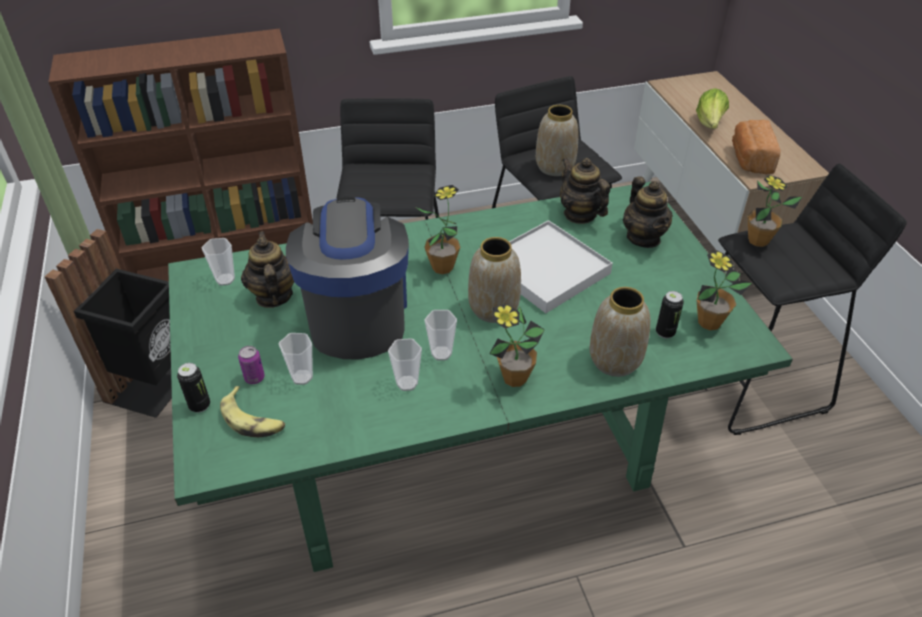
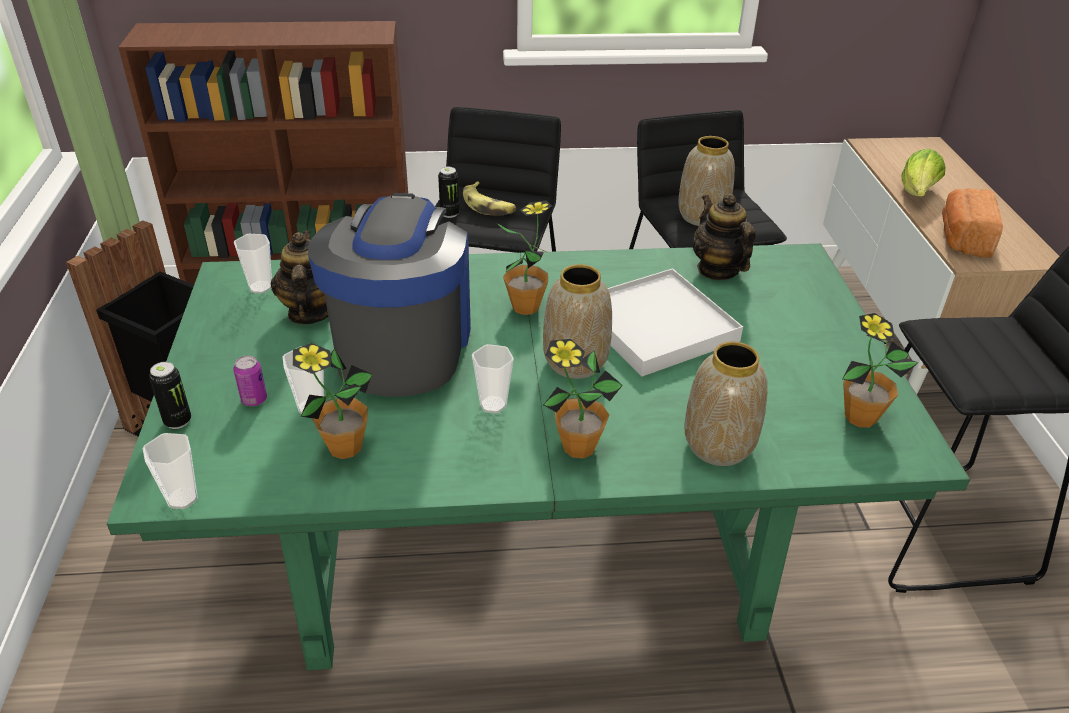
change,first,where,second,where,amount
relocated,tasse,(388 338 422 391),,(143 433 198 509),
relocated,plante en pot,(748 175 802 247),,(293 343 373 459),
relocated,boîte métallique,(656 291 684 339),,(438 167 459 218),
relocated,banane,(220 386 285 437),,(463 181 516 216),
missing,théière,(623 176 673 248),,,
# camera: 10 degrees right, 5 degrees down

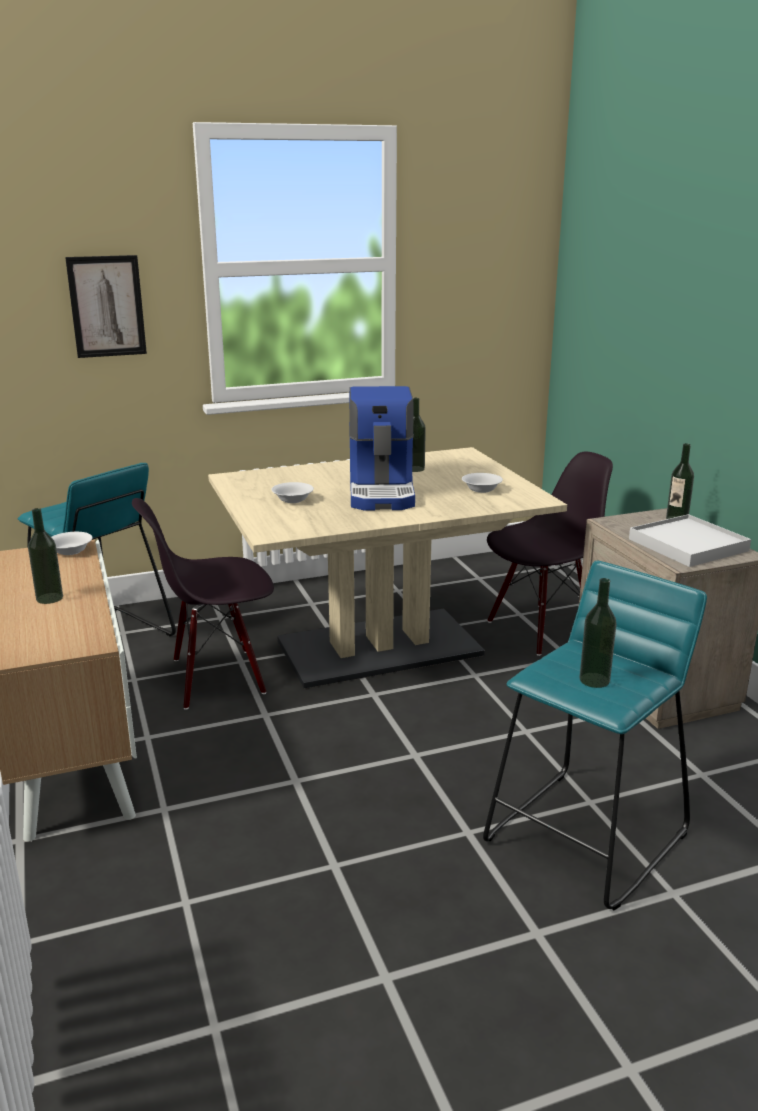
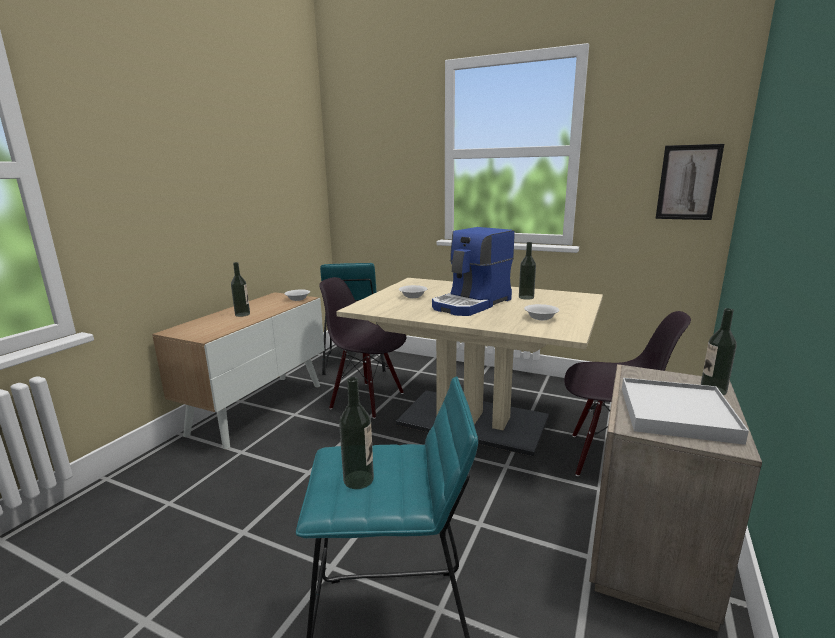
change,first,where,second,where,amount
relocated,tableau,(65 255 147 358),,(655 144 724 220),
# camera: 45 degrees right, 5 degrees down

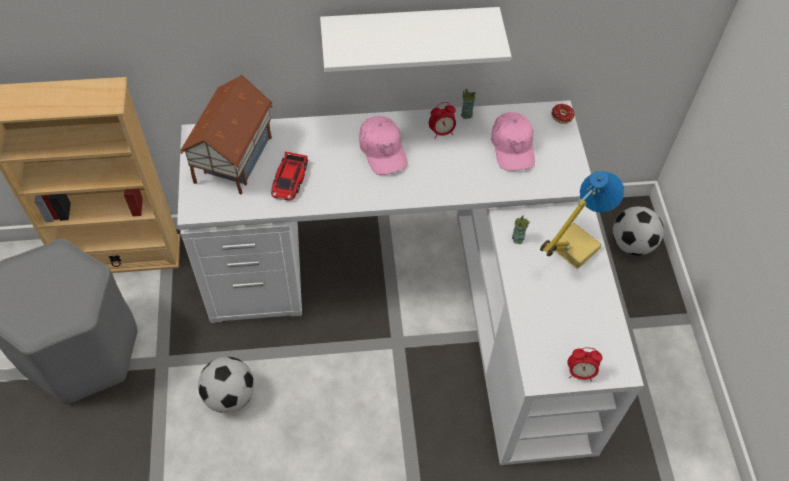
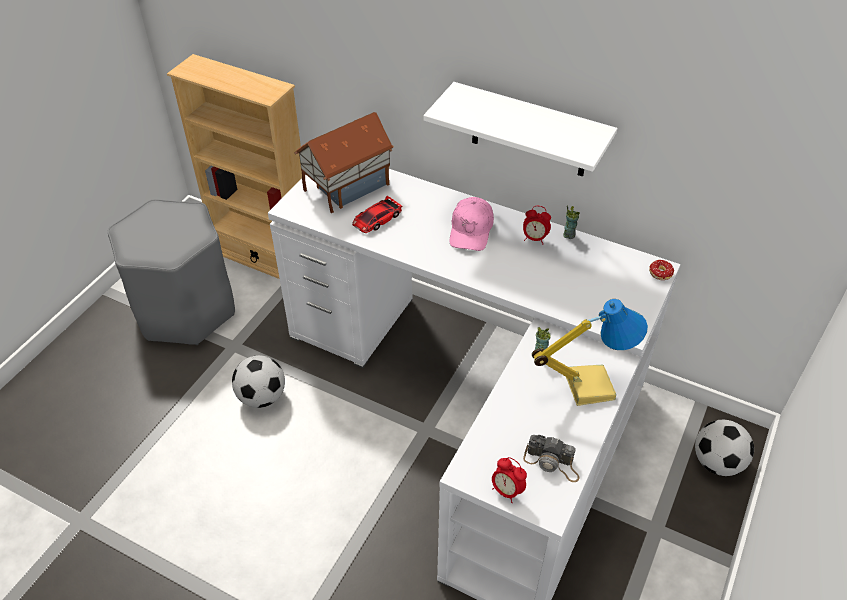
change,first,where,second,where,amount
appeared,,,appareil photo,(523 435 579 482),
missing,casquette [rose],(491 112 535 171),,,
# camera: 35 degrees right, 10 degrees down

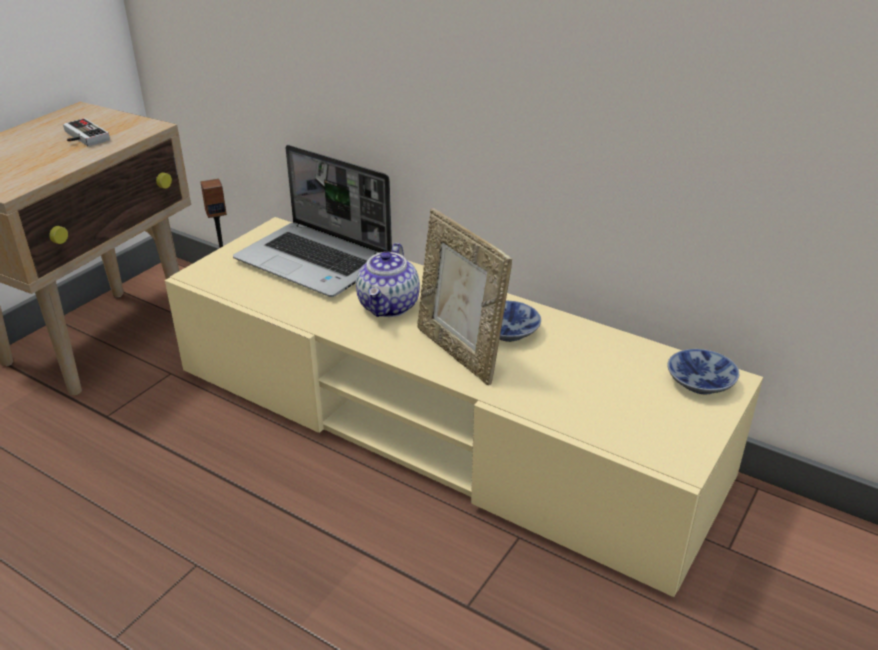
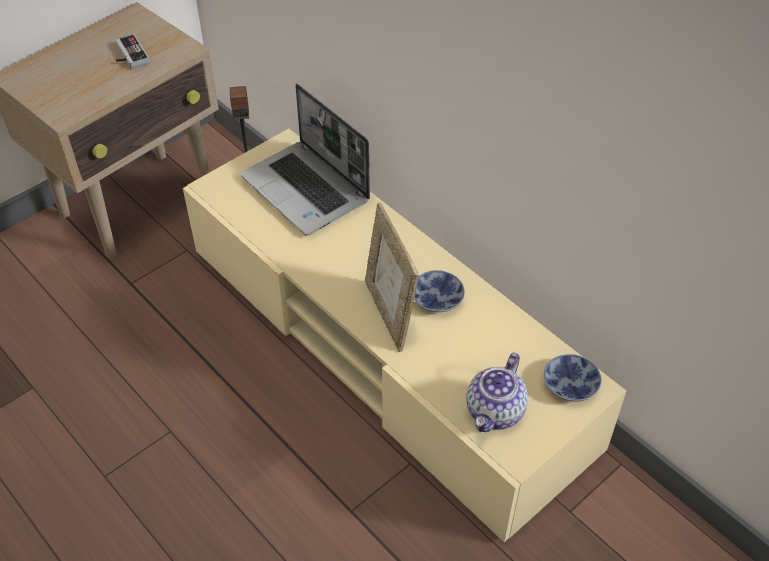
change,first,where,second,where,amount
relocated,théière,(356 243 420 317),,(466 353 528 432),
# camera: 15 degrees right, 15 degrees up

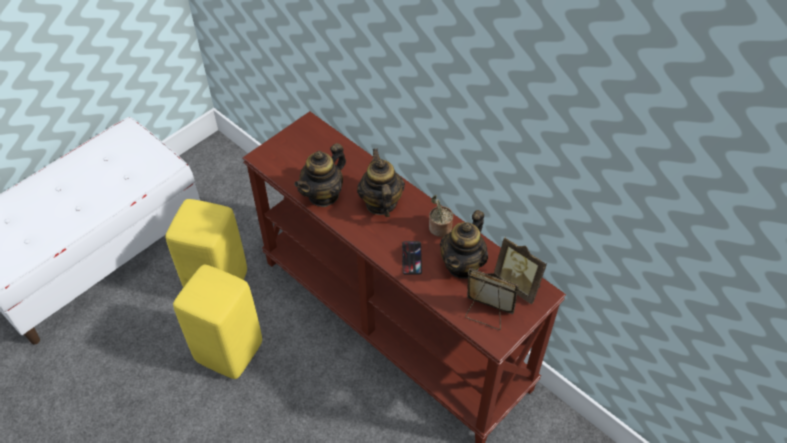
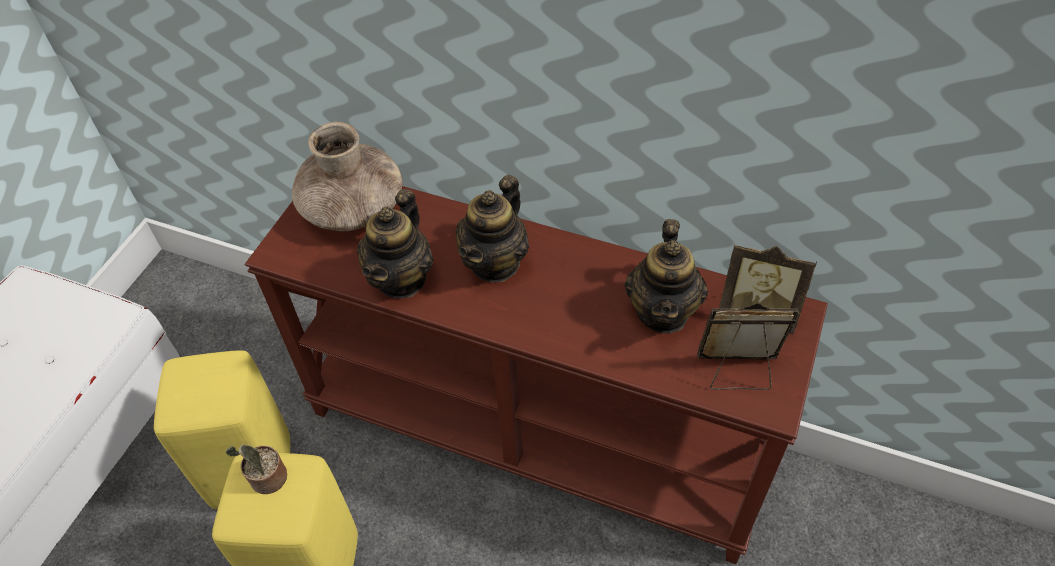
change,first,where,second,where,amount
relocated,plante en pot,(429 195 453 237),,(226 445 287 494),
appeared,,,vase [marron],(292 122 403 231),
spun,théière,(357 149 405 217),,(456 175 529 283),120 degrees counterclockwise
missing,téléphone,(402 241 422 274),,,
# camera: 20 degrees left, 0 degrees up

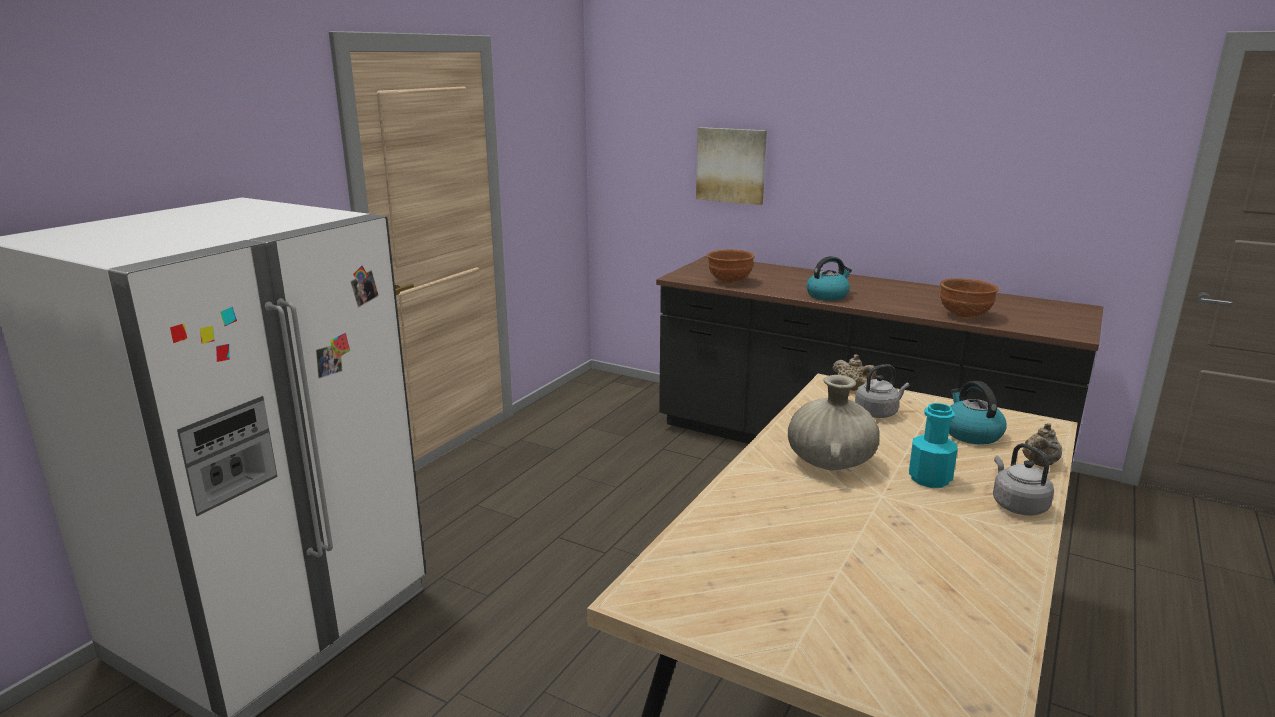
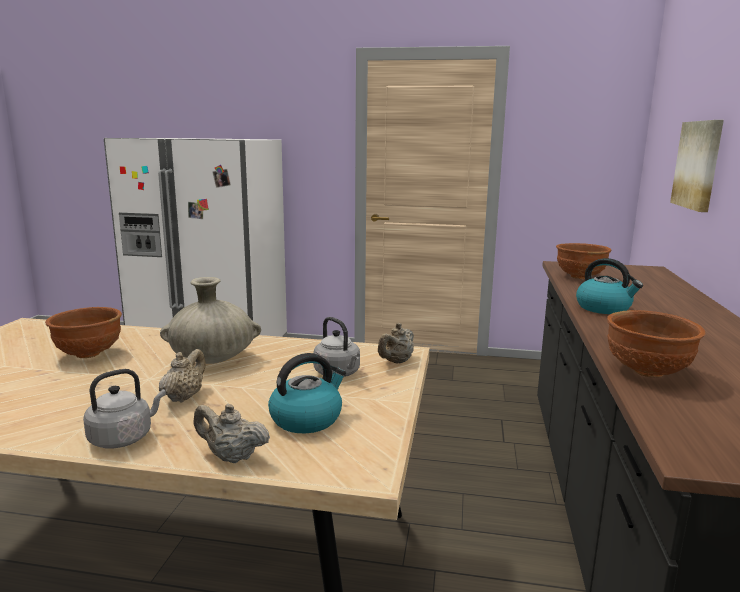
change,first,where,second,where,amount
appeared,,,bol [marron],(45 307 122 358),
exchanged,bouteille [turquoise],(909 403 957 488),théière [beige],(159 349 206 403),
# camera: 70 degrees right, 5 degrees down

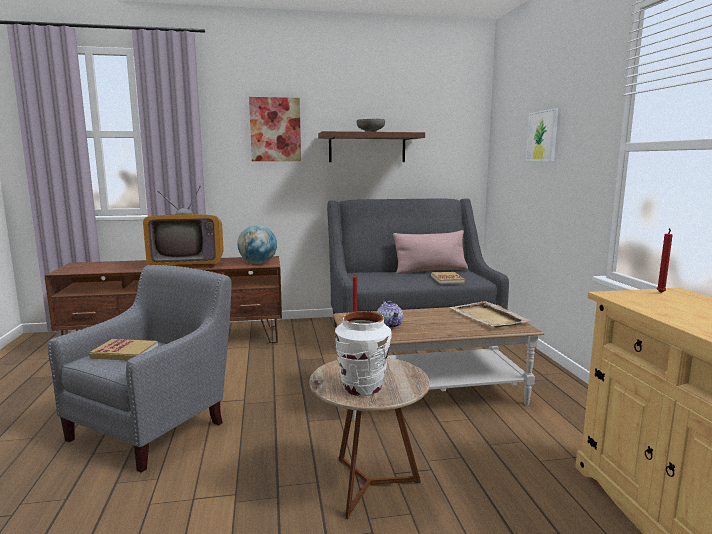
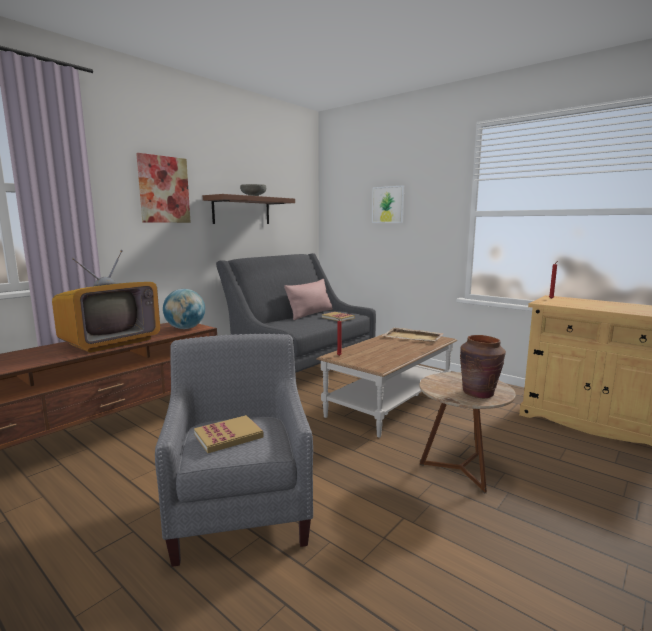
change,first,where,second,where,amount
colour,vase [blanc],(335 311 391 396),vase [marron],(460 335 506 398),
missing,théière,(377 300 403 328),,,
# camera: 40 degrees left, 0 degrees up

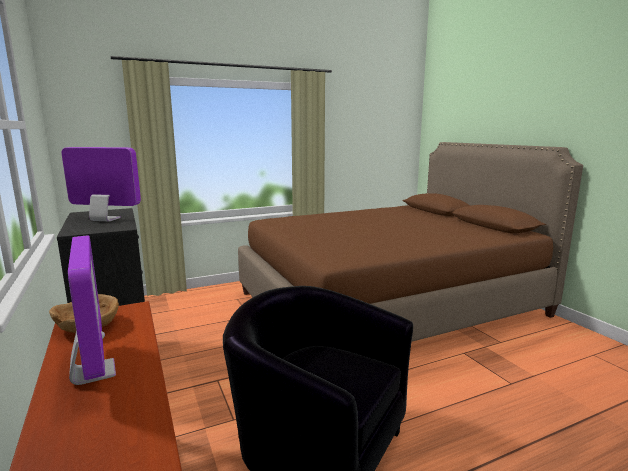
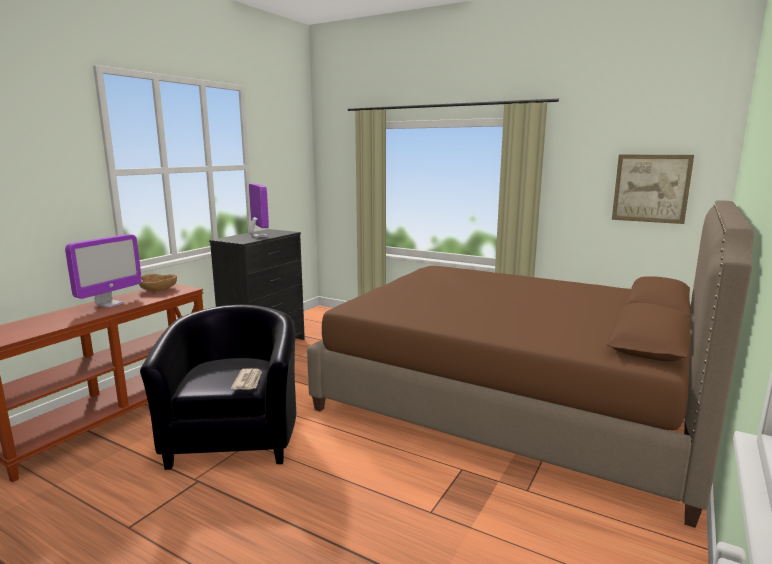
change,first,where,second,where,amount
appeared,,,journal,(231 369 262 389),
appeared,,,tableau,(612 155 694 224),
# camera: 55 degrees right, 0 degrees up

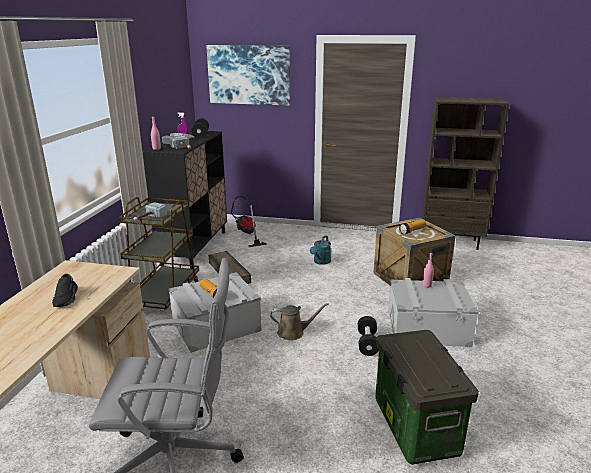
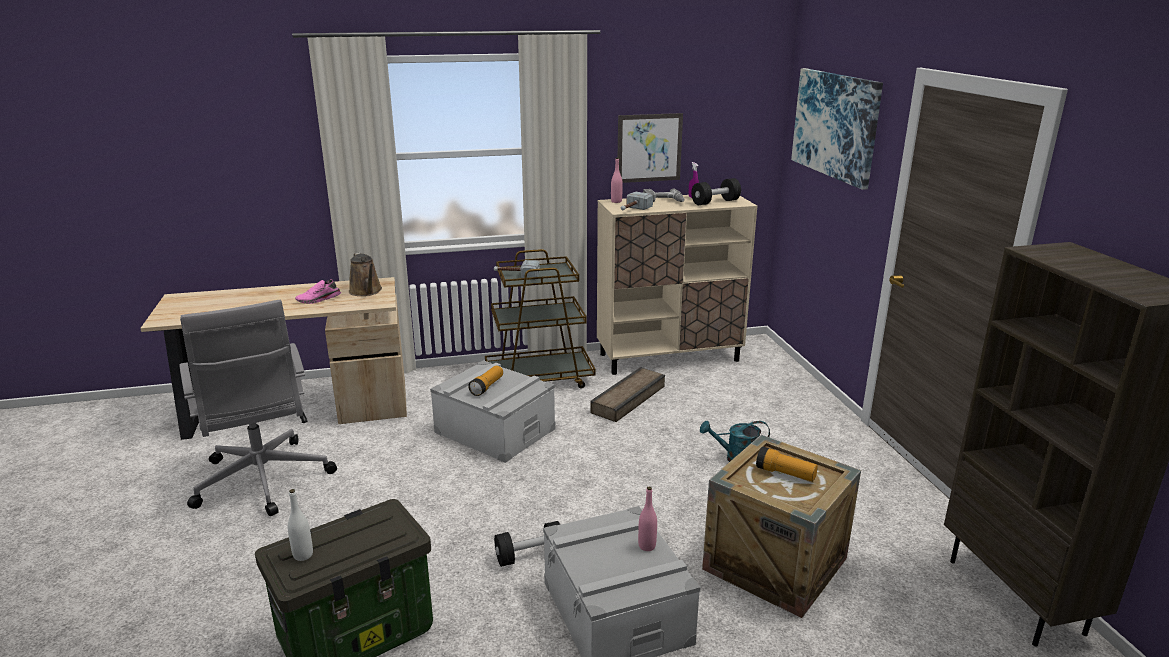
change,first,where,second,where,amount
appeared,,,bouteille [blanc],(288 489 313 561),
colour,chaussure [noir],(52 274 78 307),chaussure [rose],(295 279 341 304),
relocated,arrosoir [marron],(270 303 329 340),,(349 252 382 296),
colour,meuble de rangement [noir],(143 130 227 269),meuble de rangement [beige],(597 194 758 375),
appeared,,,tableau,(618 113 683 183),
missing,aspirateur,(231 196 267 247),,,
# camera: 65 degrees right, 0 degrees up

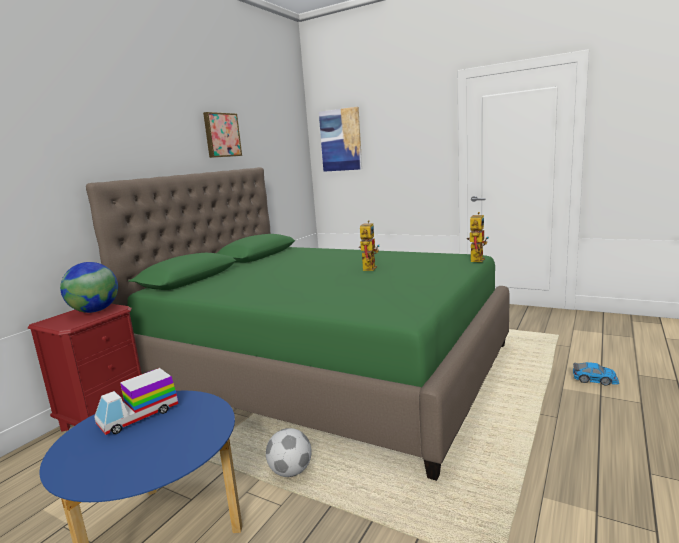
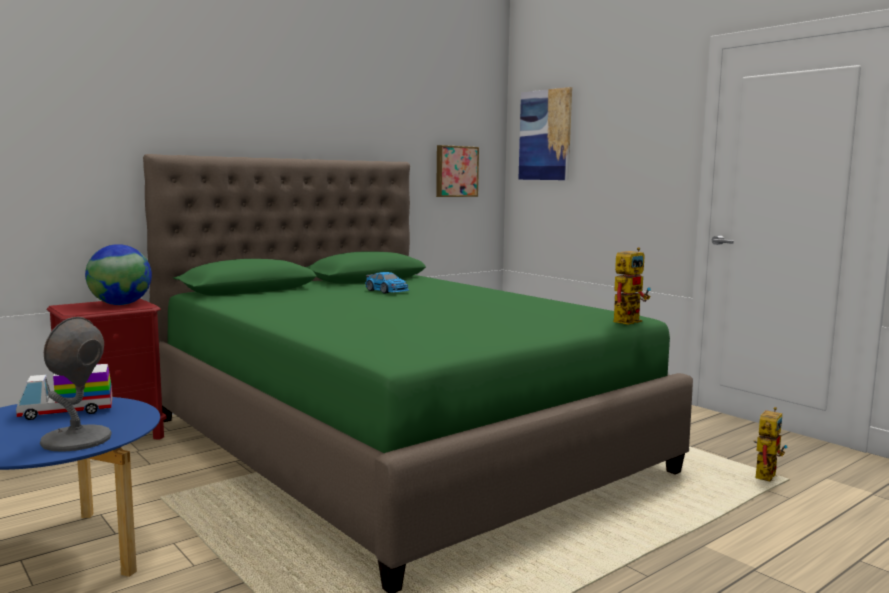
change,first,where,second,where,amount
appeared,,,lampe de table [gris],(40 317 112 452),
relocated,petite voiture,(573 362 619 386),,(365 272 409 294),
relocated,tableau,(203 112 242 158),,(436 145 479 197),
relocated,robot jouet,(359 220 379 271),,(754 407 787 481),
missing,ballon de foot,(266 428 312 477),,,
# camera: 20 degrees right, 5 degrees down

